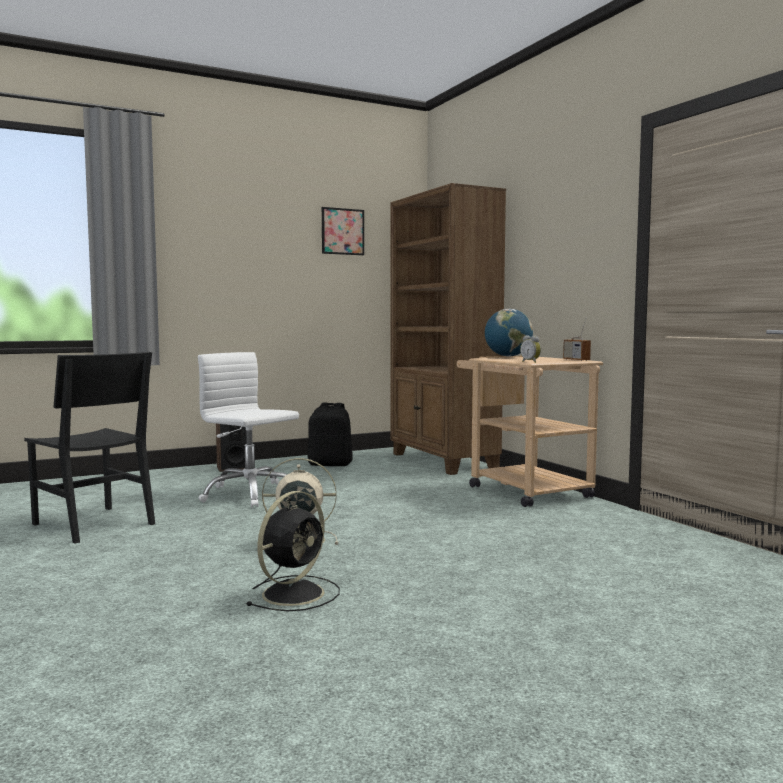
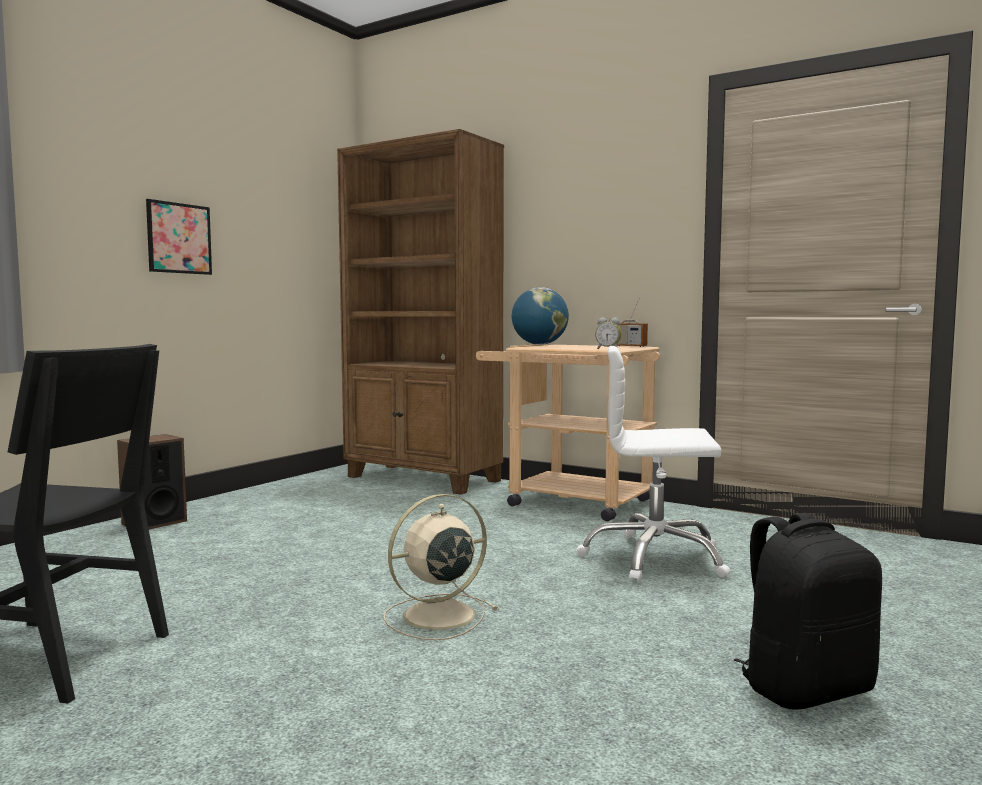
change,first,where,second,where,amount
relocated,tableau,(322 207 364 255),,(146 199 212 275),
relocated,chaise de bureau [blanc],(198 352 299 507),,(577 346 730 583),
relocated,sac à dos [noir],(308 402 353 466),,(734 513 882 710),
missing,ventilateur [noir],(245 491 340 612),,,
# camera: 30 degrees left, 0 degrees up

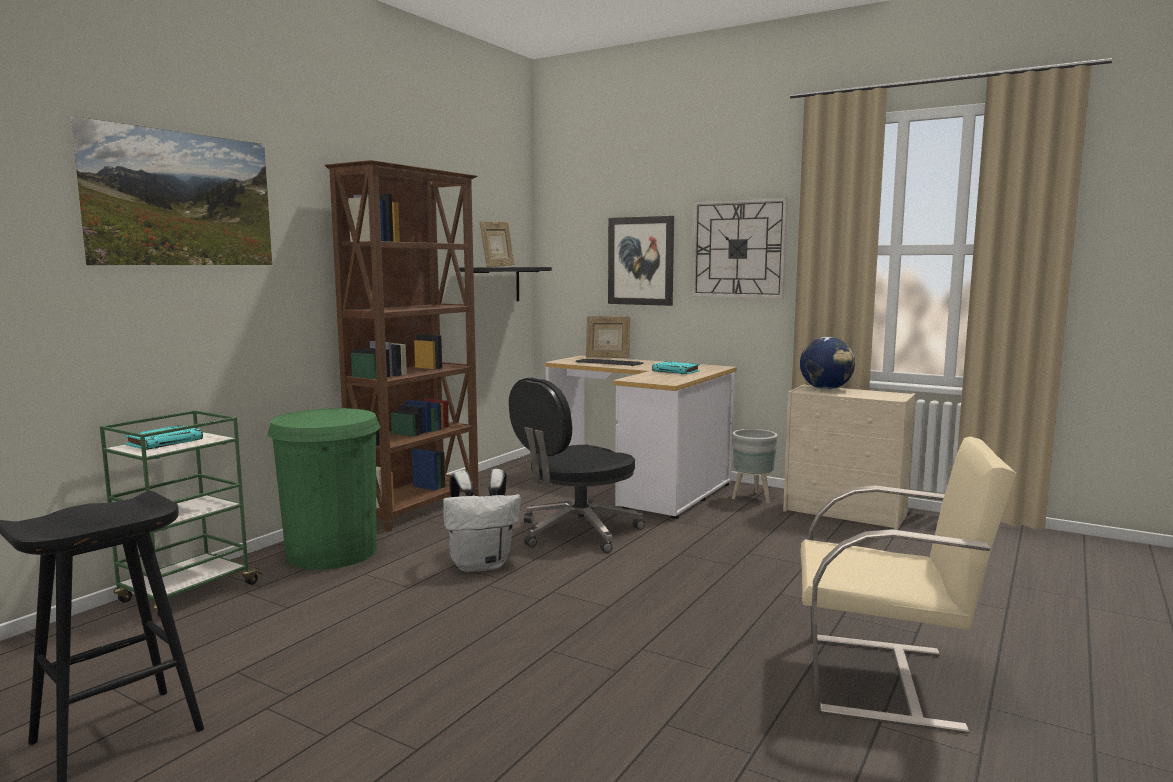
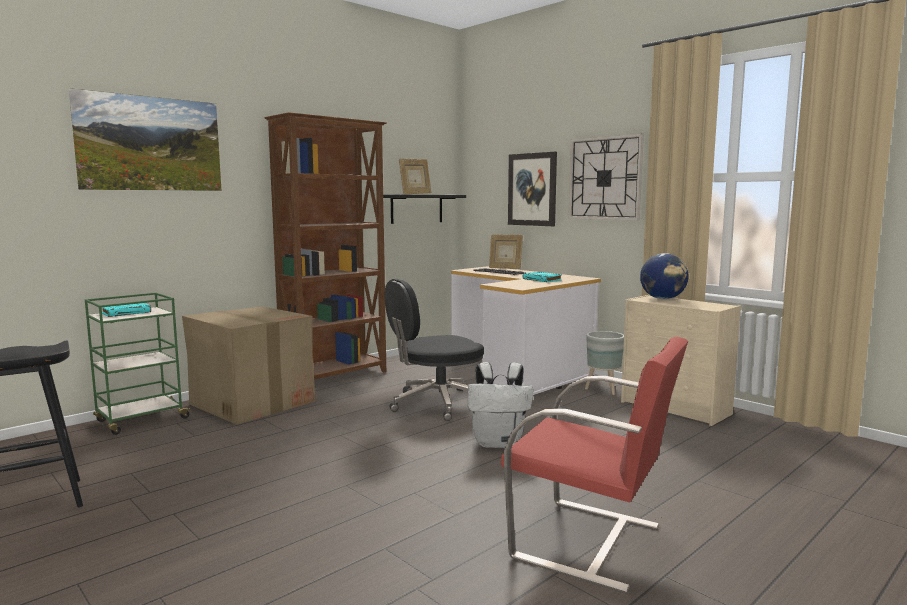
change,first,where,second,where,amount
exchanged,poubelle [vert],(267 408 380 570),carton,(182 306 316 425),
relocated,sac à dos [blanc],(443 469 521 572),,(468 362 534 448),
colour,chaise [beige],(800 436 1016 734),chaise [rouge],(501 336 688 594),
# camera: 15 degrees right, 0 degrees up

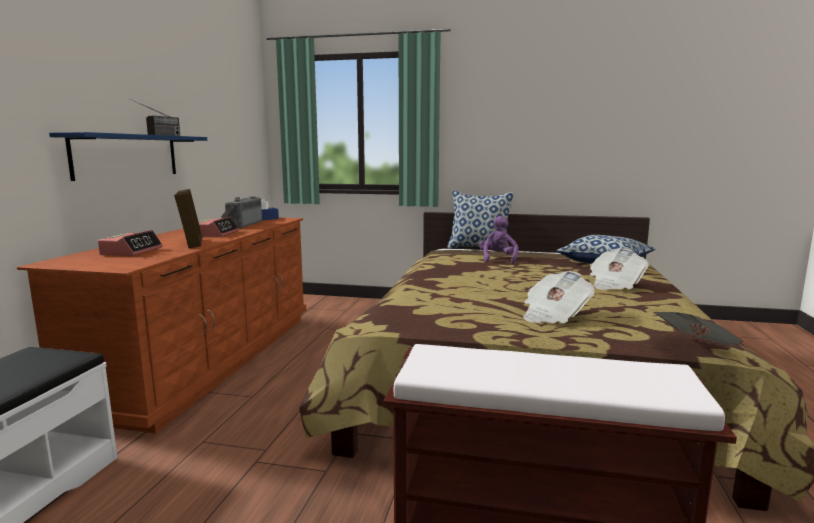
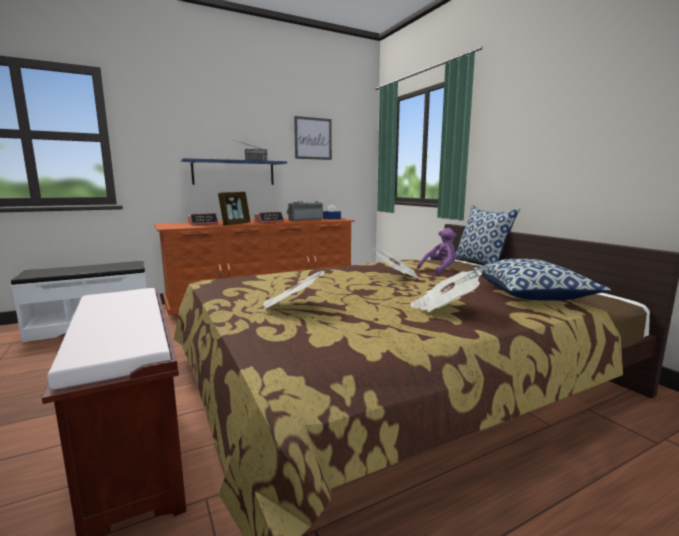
change,first,where,second,where,amount
appeared,,,tableau,(294 116 332 160),
relocated,journal,(653 312 743 346),,(373 248 420 279),
# camera: 50 degrees right, 0 degrees up

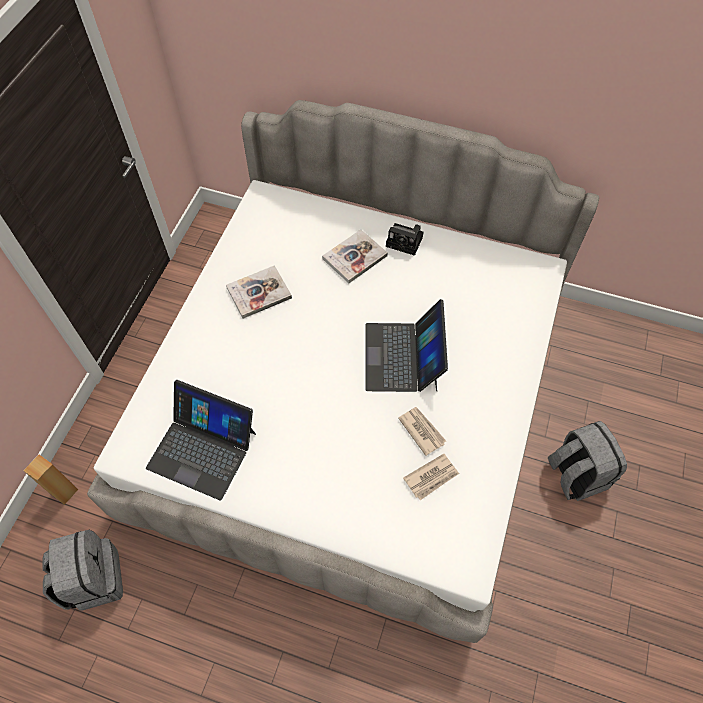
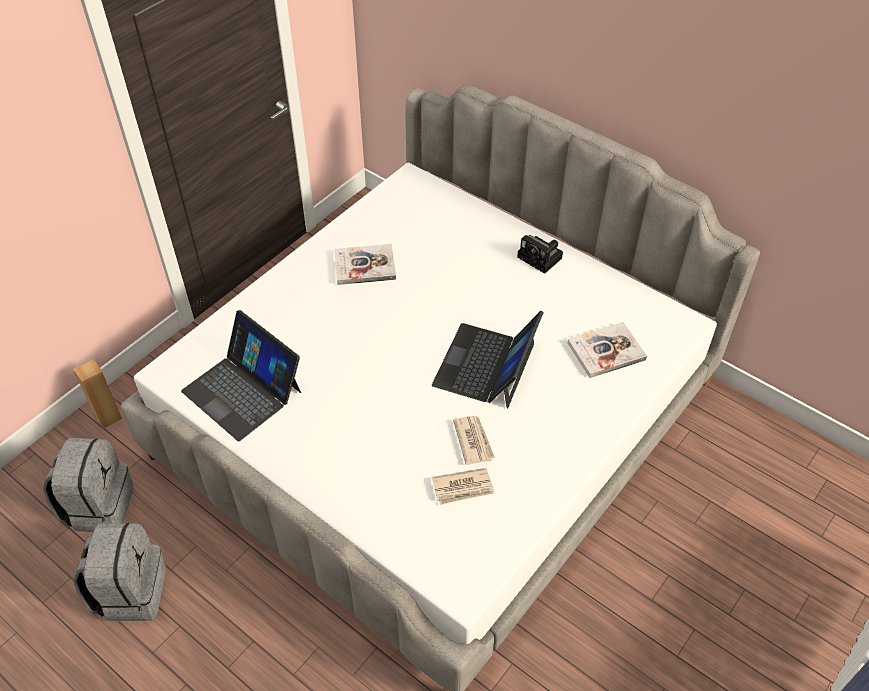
change,first,where,second,where,amount
relocated,sac à dos [gris],(548 421 627 501),,(73 523 166 621),
relocated,livre,(322 230 388 283),,(567 322 647 378),
# camera: 20 degrees right, 10 degrees down

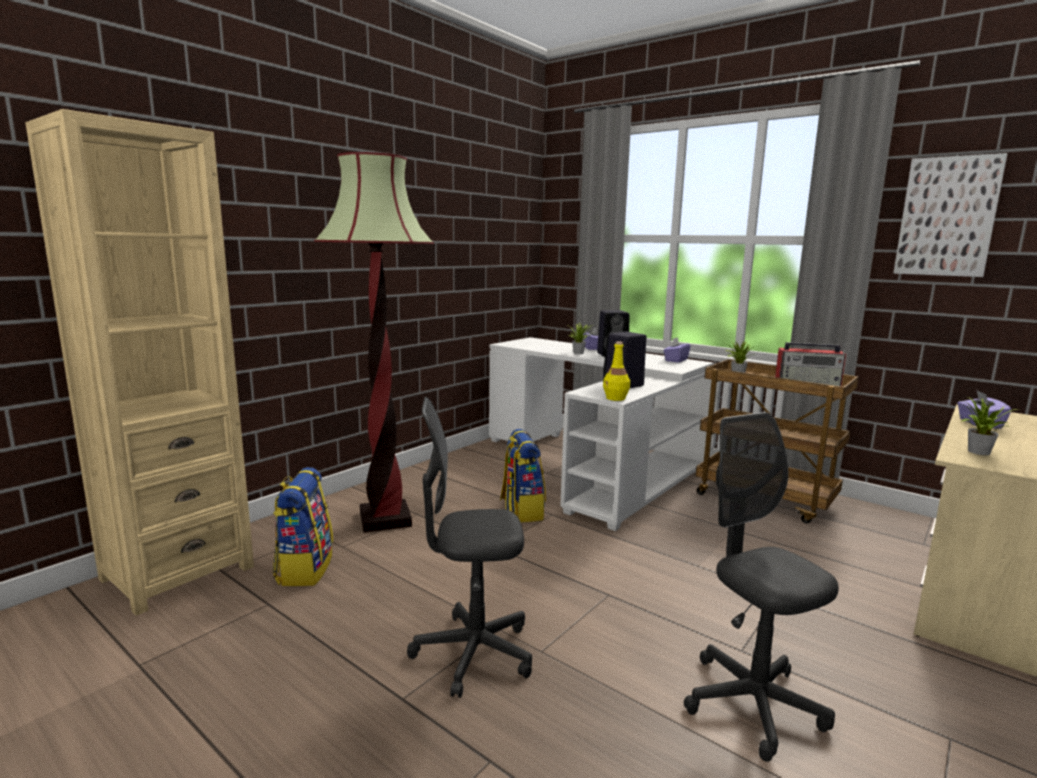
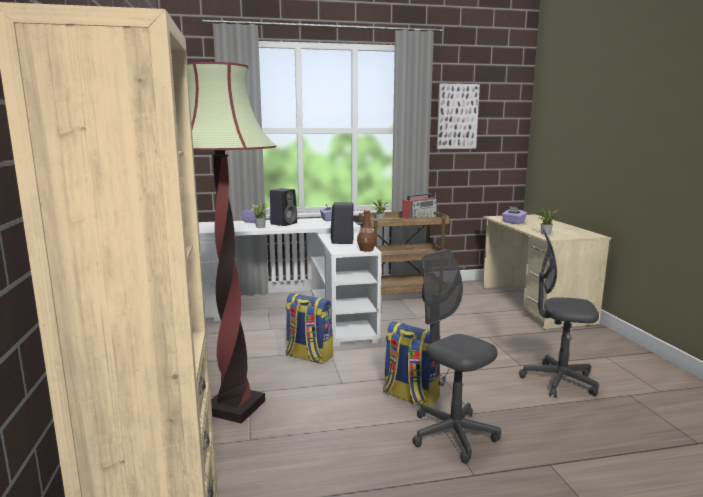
change,first,where,second,where,amount
colour,bouteille [jaune],(603 342 630 401),bouteille [marron],(357 209 376 252),
relocated,sac à dos,(273 467 333 586),,(383 321 440 406),
spun,chaise de bureau [gris],(407 397 532 698),,(412 249 501 464),105 degrees clockwise
# camera: 50 degrees left, 0 degrees up

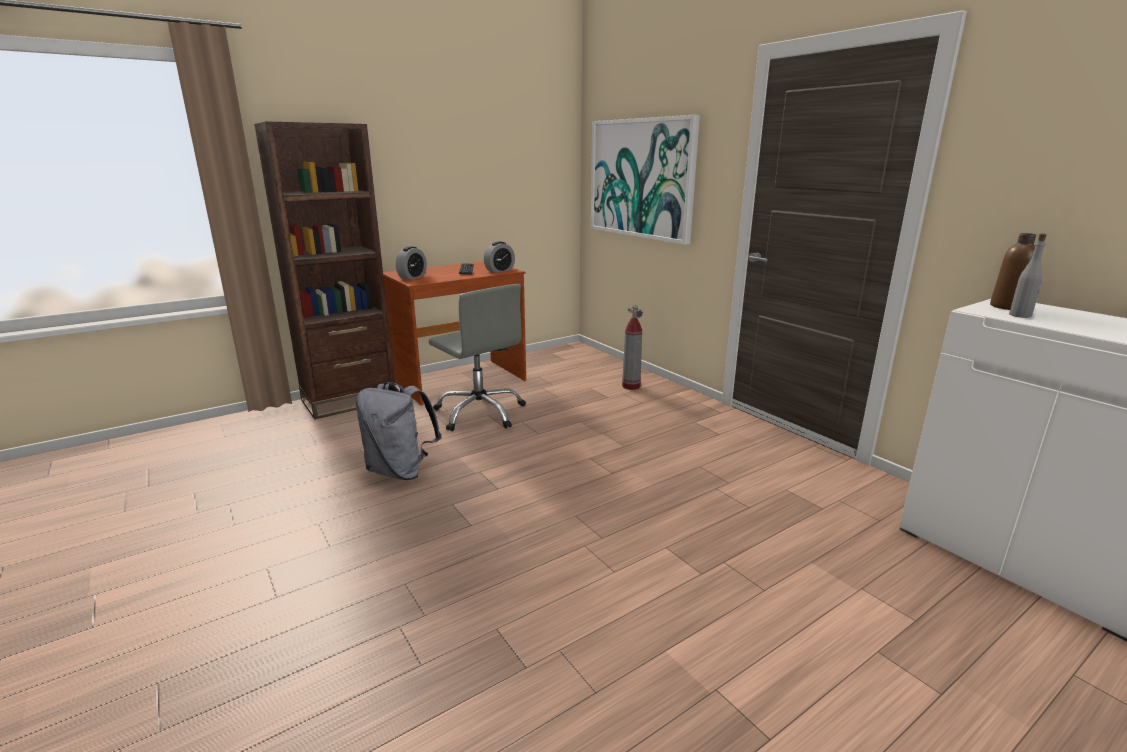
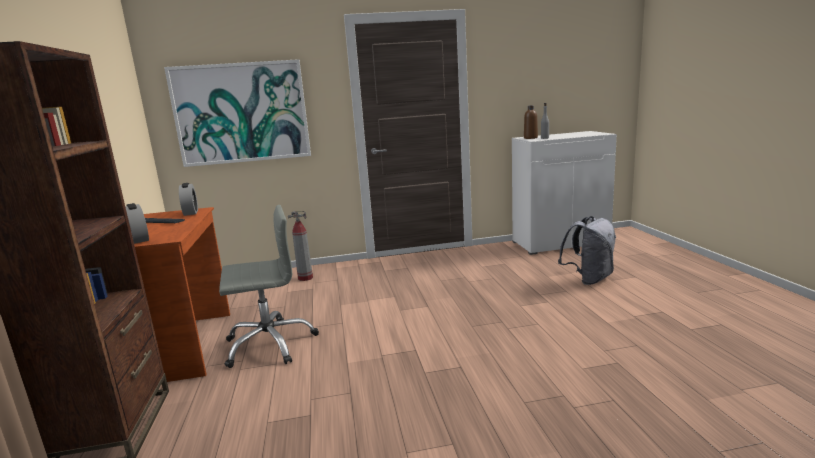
change,first,where,second,where,amount
relocated,sac à dos [gris],(356 382 442 480),,(558 216 616 285),
# camera: 65 degrees left, 5 degrees down

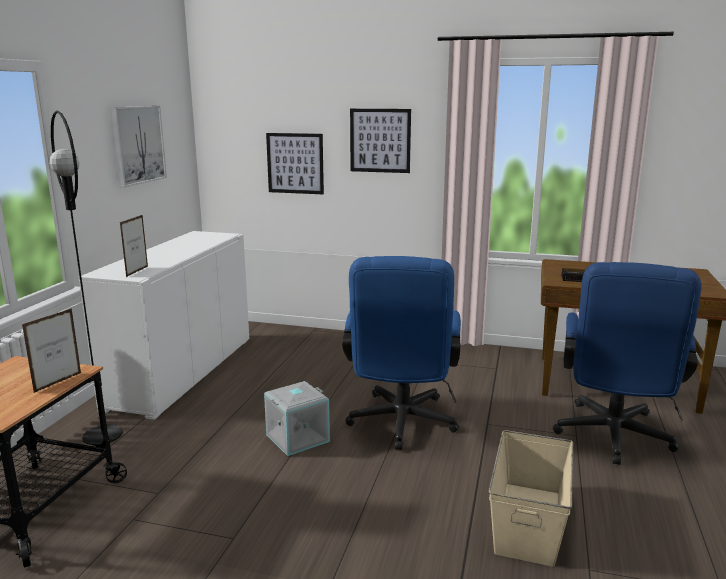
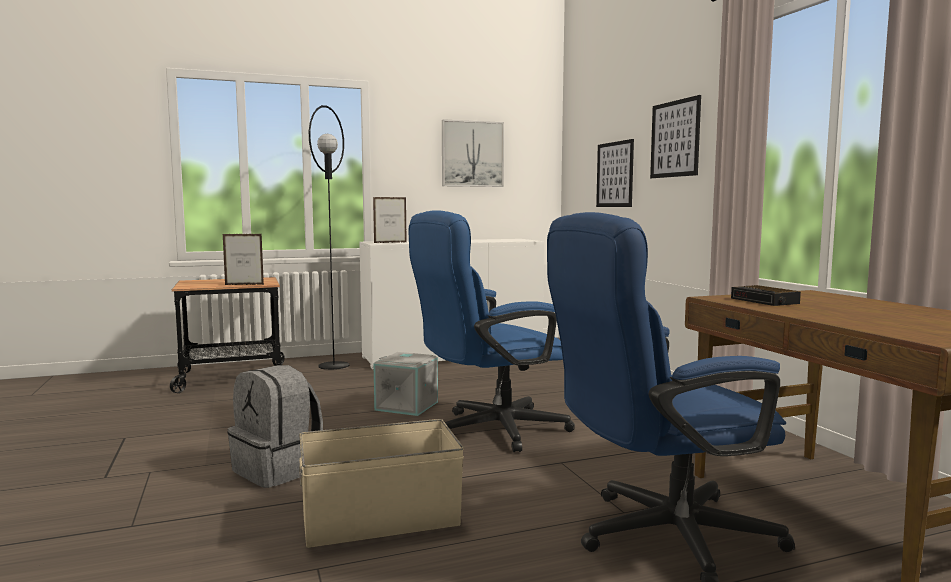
change,first,where,second,where,amount
appeared,,,sac à dos [gris],(227 365 323 488),
# camera: 55 degrees right, 10 degrees down

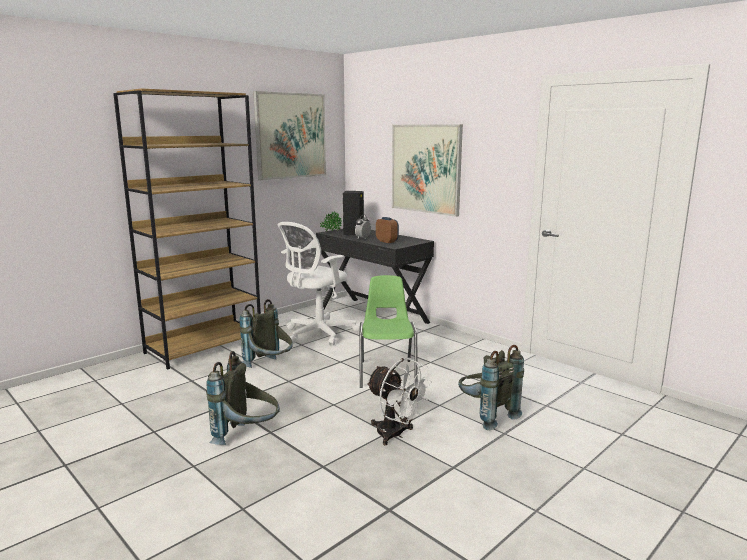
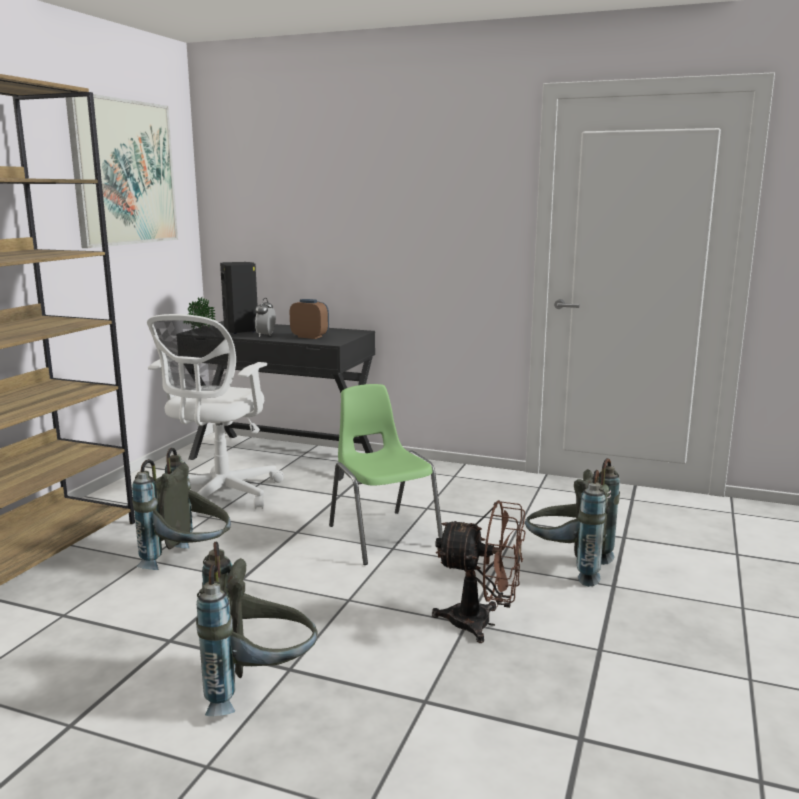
change,first,where,second,where,amount
colour,ventilateur [blanc],(366 358 432 445),ventilateur [marron],(432 500 526 643),
missing,tableau,(392 124 463 217),,,
# camera: 25 degrees left, 0 degrees up

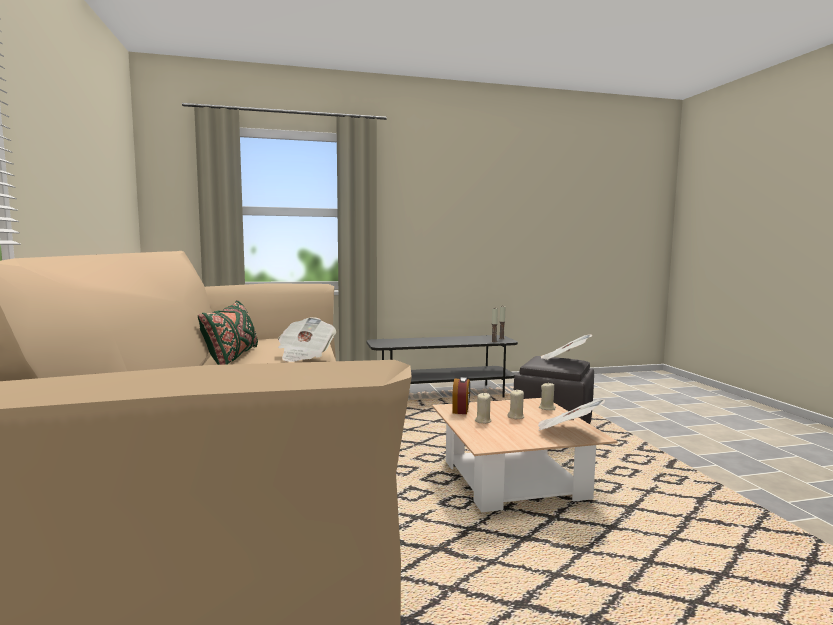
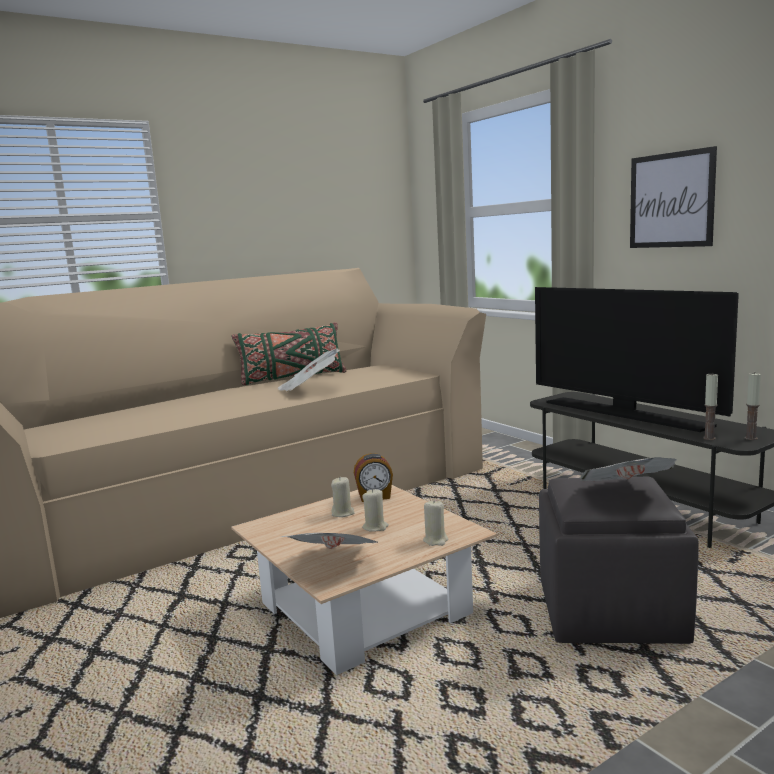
change,first,where,second,where,amount
appeared,,,téléviseur,(535 287 739 432),
appeared,,,tableau,(630 146 717 248),
# camera: 70 degrees right, 5 degrees up

